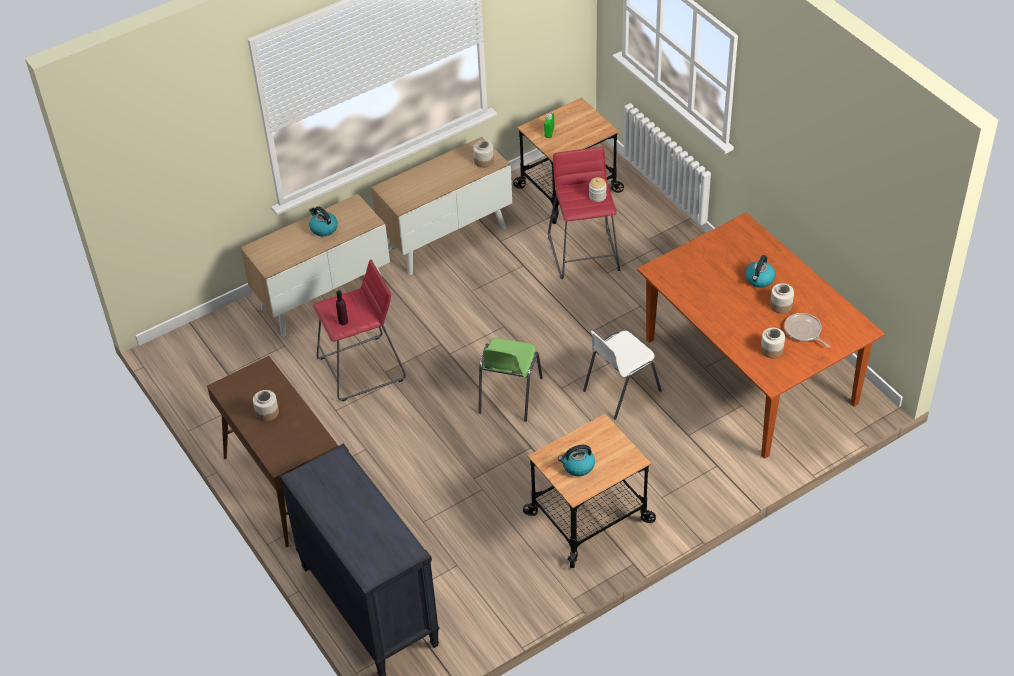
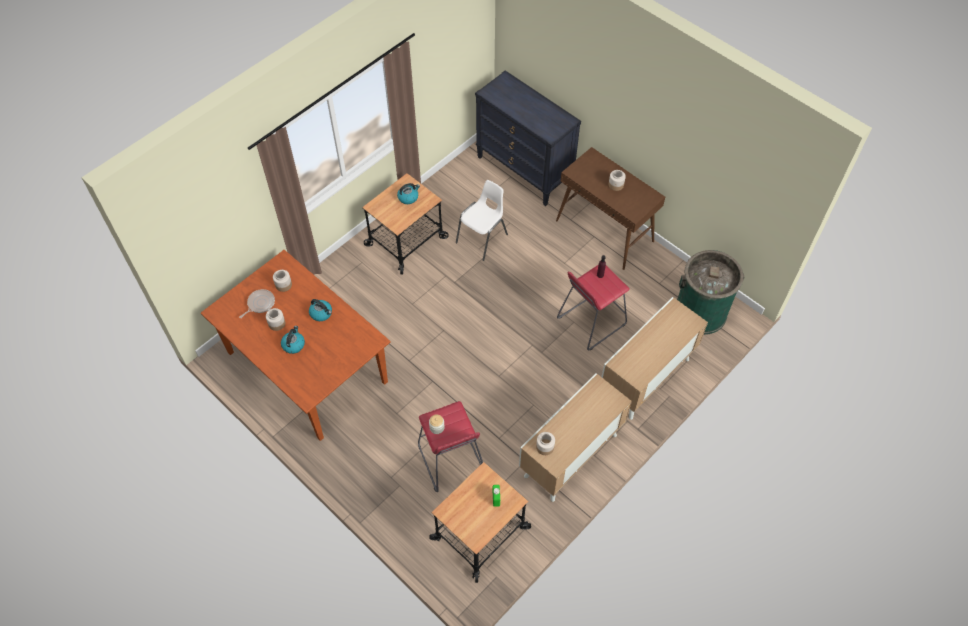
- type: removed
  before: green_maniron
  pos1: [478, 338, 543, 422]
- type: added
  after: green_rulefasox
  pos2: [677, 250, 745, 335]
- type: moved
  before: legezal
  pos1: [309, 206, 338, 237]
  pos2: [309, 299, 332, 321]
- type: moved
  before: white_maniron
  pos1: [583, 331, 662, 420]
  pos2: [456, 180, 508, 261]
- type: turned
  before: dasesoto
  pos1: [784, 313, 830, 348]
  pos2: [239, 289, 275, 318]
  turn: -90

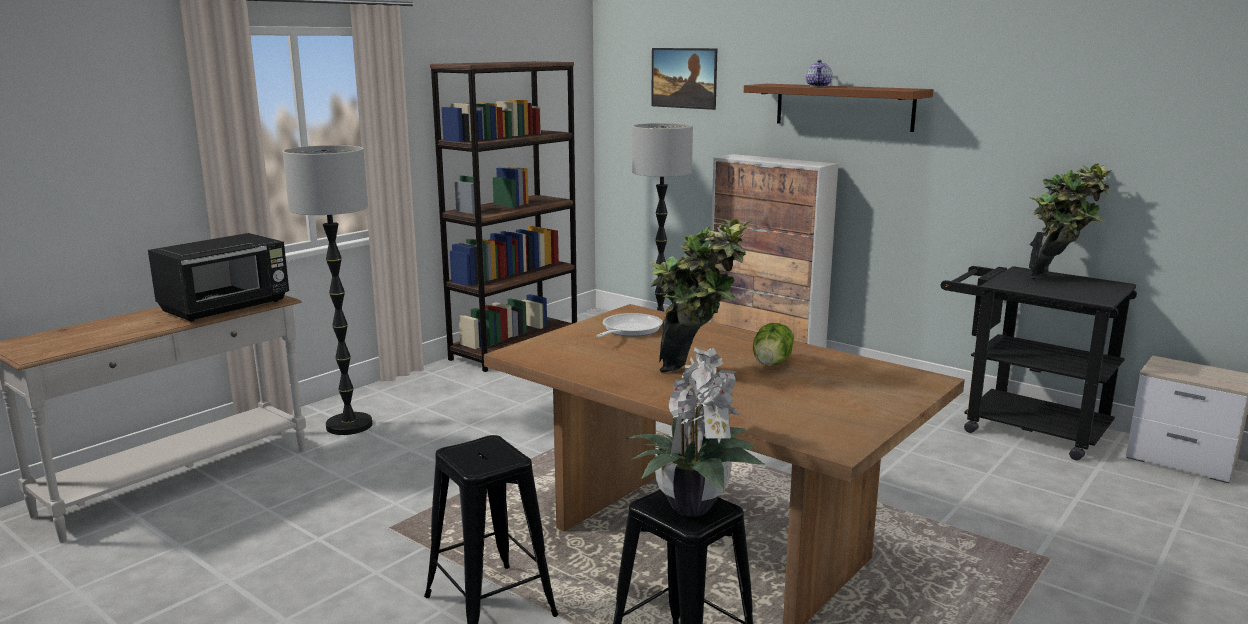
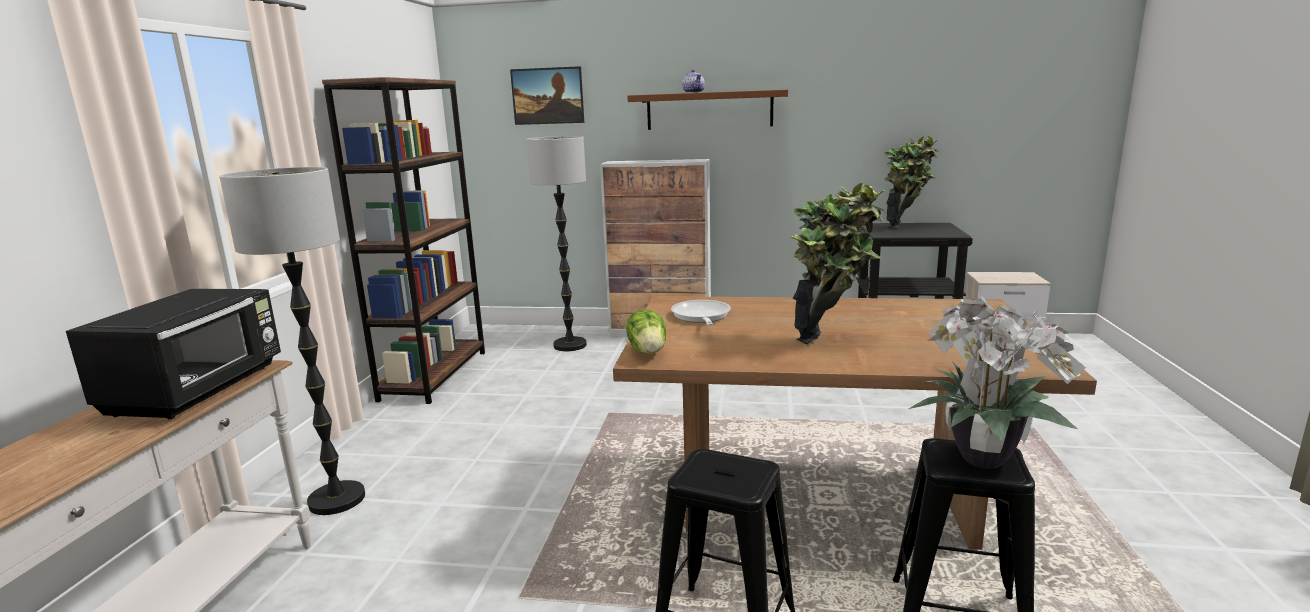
- type: moved
  before: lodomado
  pos1: [753, 323, 794, 366]
  pos2: [626, 310, 666, 354]

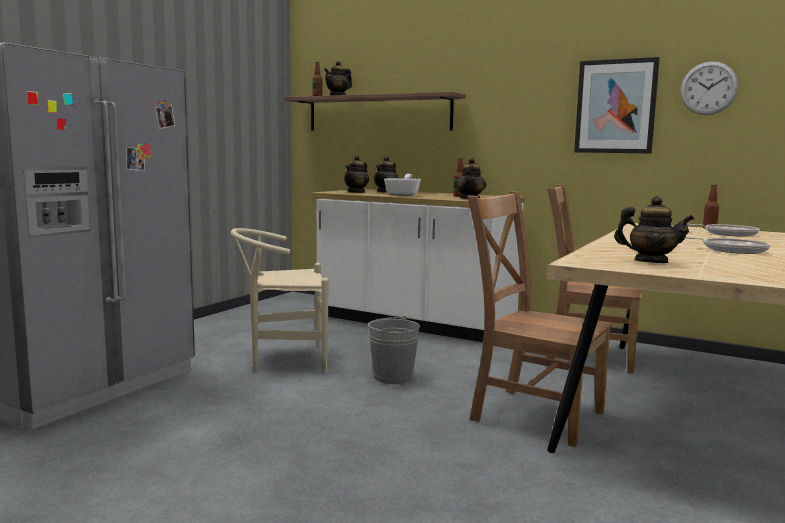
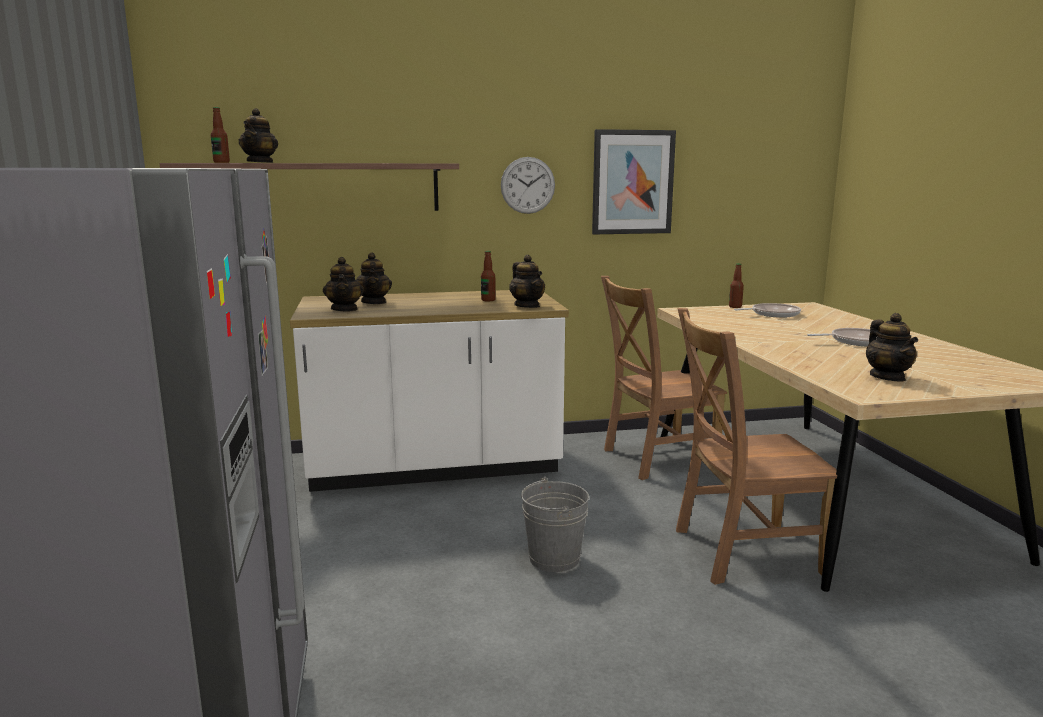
- type: removed
  before: beige_maniron
  pos1: [230, 228, 328, 373]
- type: removed
  before: dasesoto
  pos1: [384, 174, 421, 196]
- type: moved
  before: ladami
  pos1: [680, 61, 738, 115]
  pos2: [501, 157, 555, 214]
- type: turned
  before: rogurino
  pos1: [614, 196, 694, 263]
  pos2: [866, 313, 918, 381]
  turn: 105

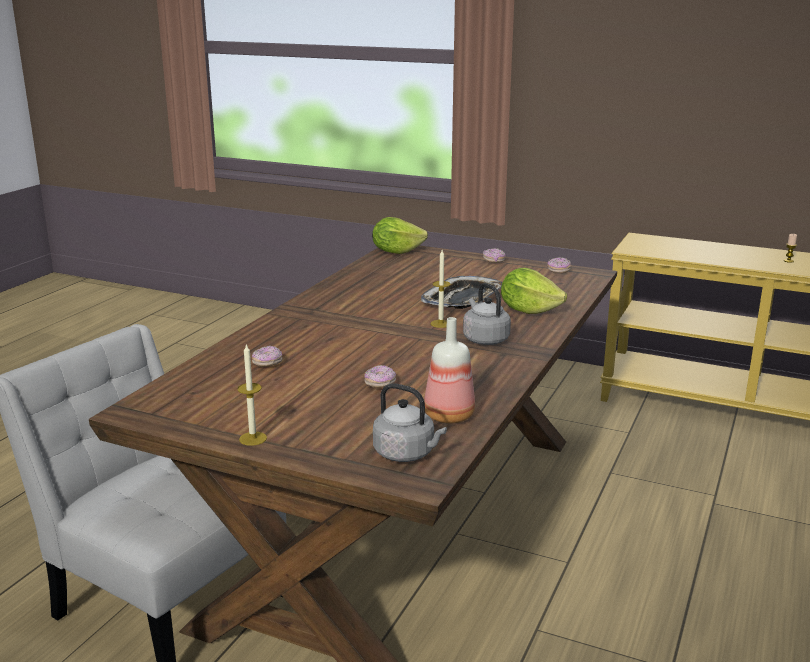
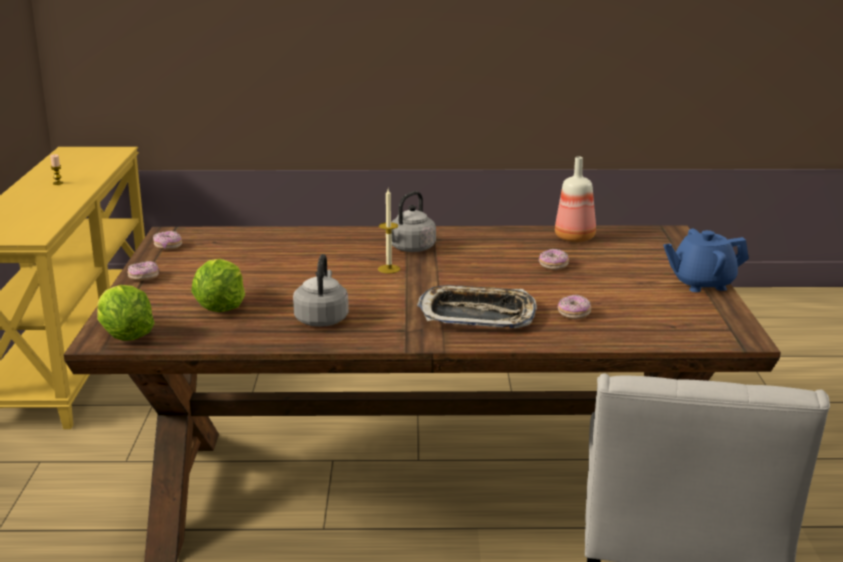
- type: moved
  before: grey_legezal
  pos1: [373, 383, 447, 462]
  pos2: [293, 254, 349, 327]
- type: moved
  before: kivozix
  pos1: [421, 276, 502, 309]
  pos2: [417, 285, 537, 328]
- type: moved
  before: lodomado
  pos1: [501, 268, 567, 314]
  pos2: [191, 259, 245, 312]
- type: replaced
  before: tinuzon
  after: blue_rogurino
  pos1: [237, 343, 267, 446]
  pos2: [663, 229, 749, 292]

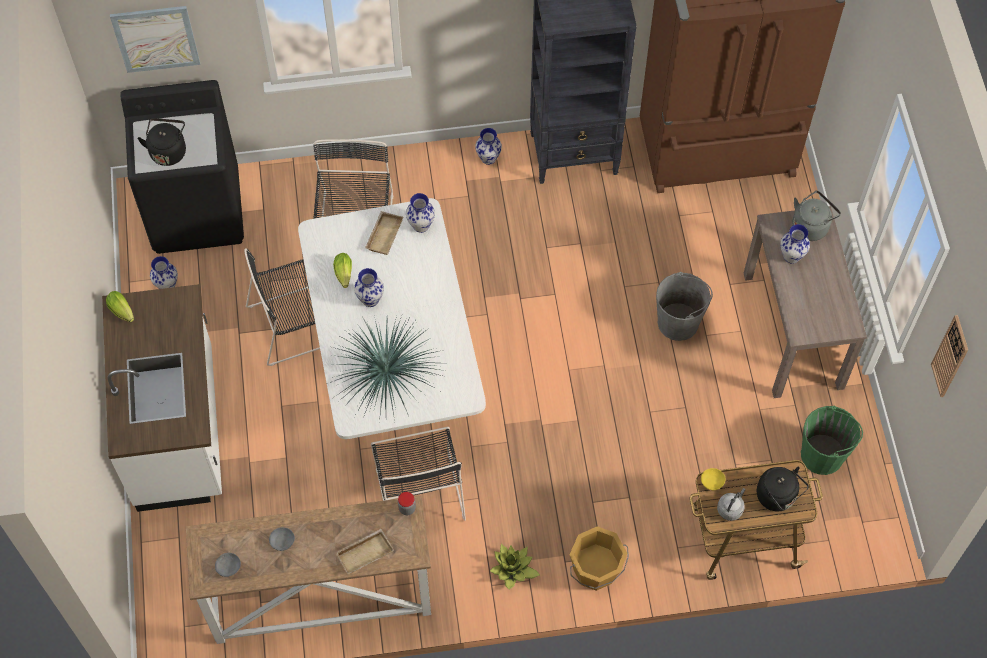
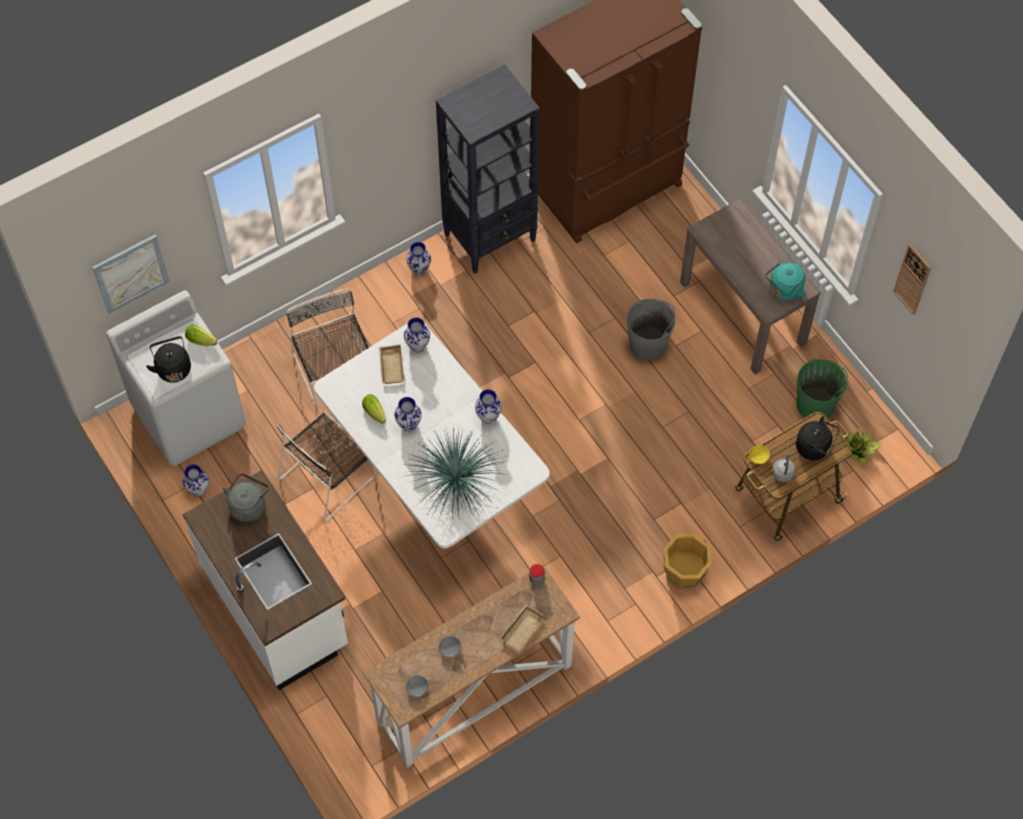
- type: removed
  before: black_maniron
  pos1: [371, 427, 466, 521]
- type: added
  after: turquoise_legezal
  pos2: [765, 262, 807, 300]
- type: moved
  before: lodomado
  pos1: [106, 291, 134, 322]
  pos2: [185, 325, 218, 346]
- type: moved
  before: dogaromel
  pos1: [490, 544, 540, 590]
  pos2: [840, 427, 884, 464]
- type: moved
  before: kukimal
  pos1: [780, 224, 810, 263]
  pos2: [475, 389, 502, 424]
- type: moved
  before: grey_legezal
  pos1: [792, 191, 841, 241]
  pos2: [222, 473, 269, 522]
- type: recoloured
  before: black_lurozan
  after: white_lurozan
  pos1: [120, 80, 244, 254]
  pos2: [106, 291, 246, 466]

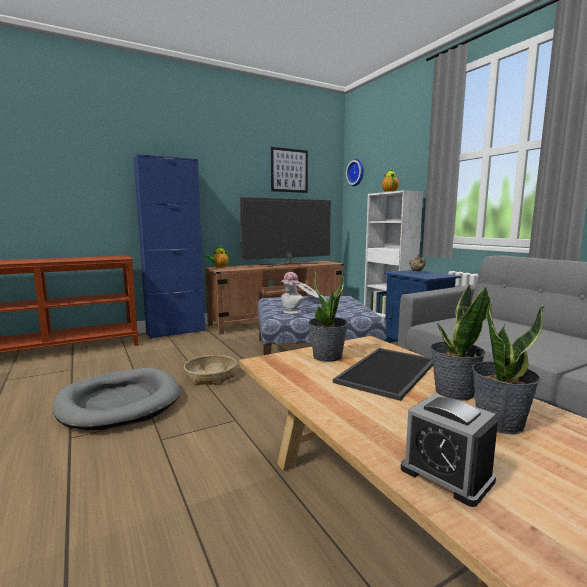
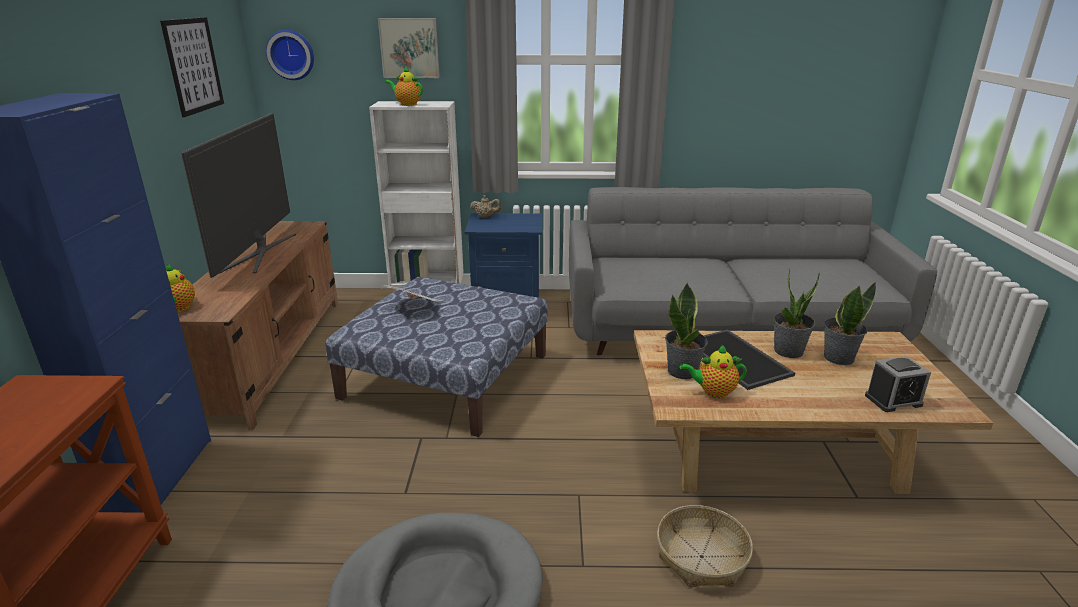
- type: removed
  before: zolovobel
  pos1: [281, 272, 304, 314]
- type: added
  after: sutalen
  pos2: [378, 18, 440, 78]
- type: added
  after: rogurino
  pos2: [680, 344, 747, 398]
- type: moved
  before: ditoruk
  pos1: [184, 355, 236, 386]
  pos2: [657, 505, 753, 587]

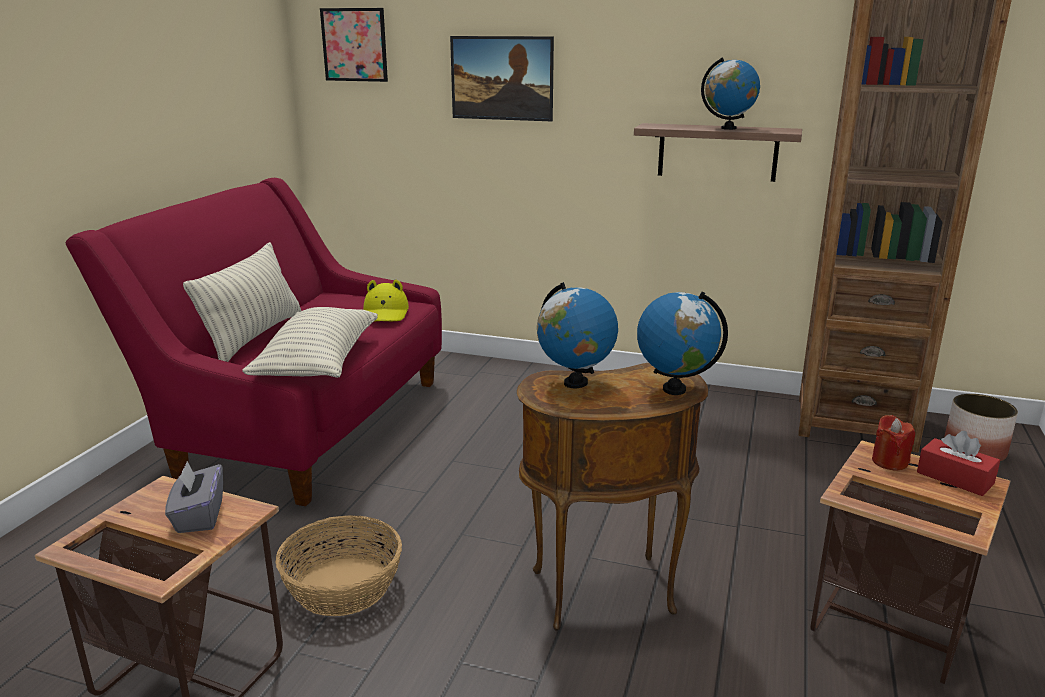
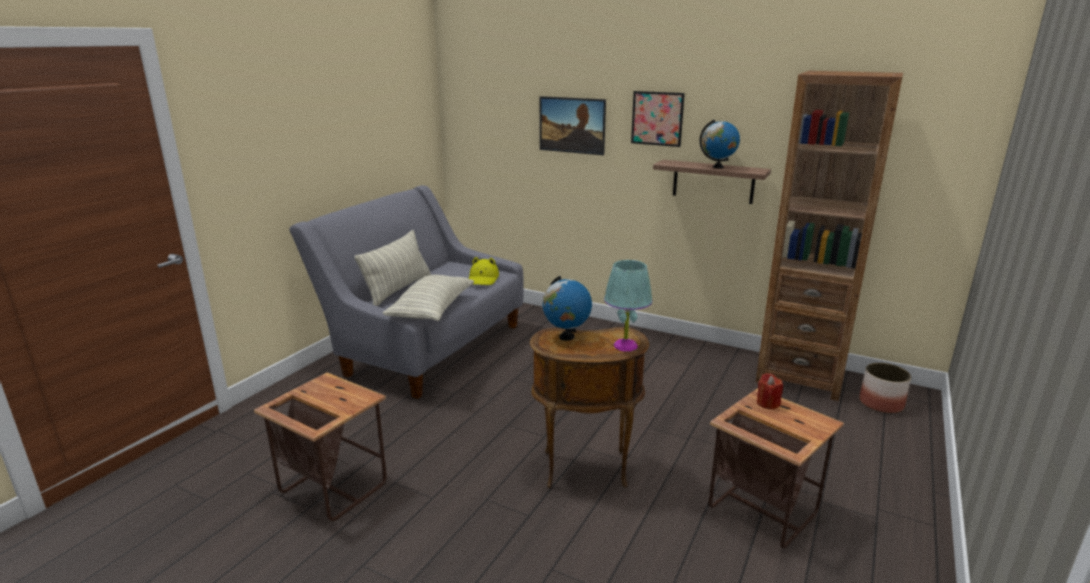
- type: removed
  before: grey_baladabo
  pos1: [165, 461, 223, 533]
- type: removed
  before: ditoruk
  pos1: [276, 515, 402, 616]
- type: removed
  before: red_baladabo
  pos1: [917, 431, 1000, 496]
- type: moved
  before: sutalen
  pos1: [320, 8, 388, 82]
  pos2: [631, 91, 685, 147]
- type: replaced
  before: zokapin
  after: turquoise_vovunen
  pos1: [637, 292, 728, 395]
  pos2: [604, 260, 652, 352]
- type: recoloured
  before: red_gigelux
  after: grey_gigelux
  pos1: [65, 178, 442, 506]
  pos2: [289, 185, 524, 399]

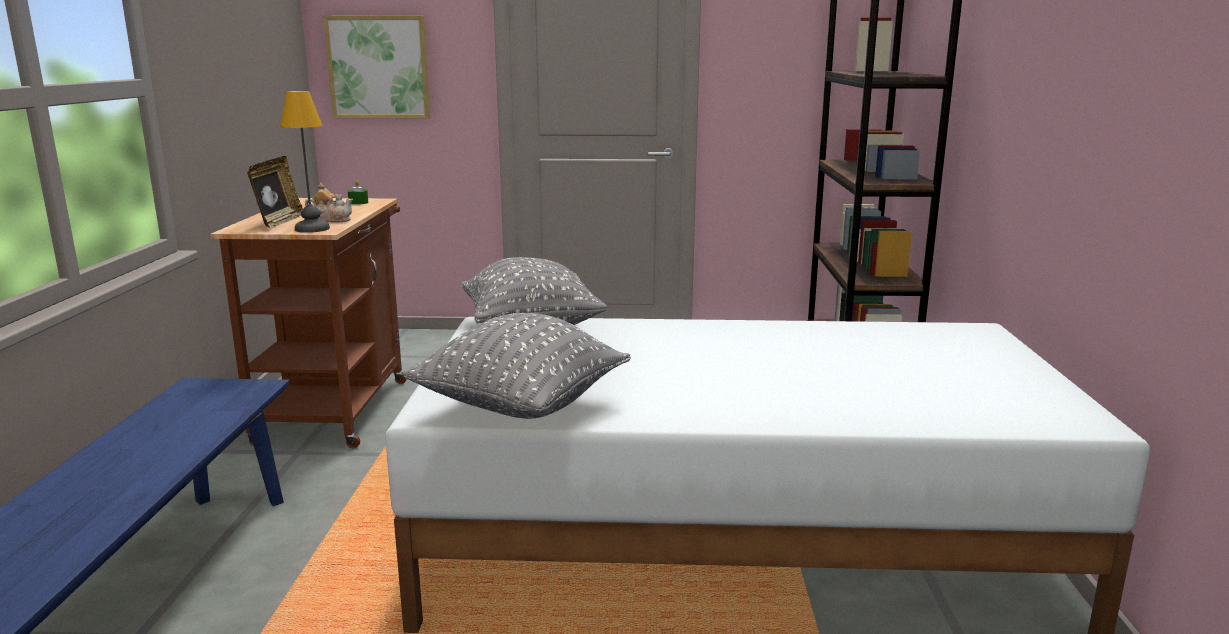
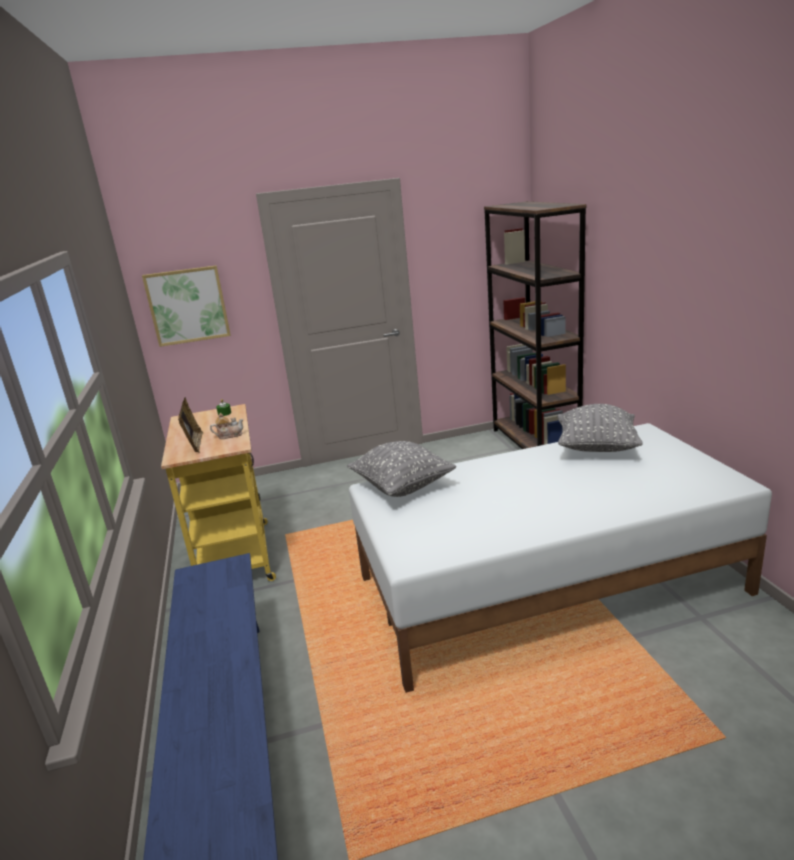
- type: removed
  before: vovunen
  pos1: [280, 91, 330, 233]
- type: moved
  before: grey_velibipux
  pos1: [402, 313, 631, 419]
  pos2: [557, 404, 643, 452]
- type: recoloured
  before: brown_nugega
  after: yellow_nugega
  pos1: [211, 198, 407, 448]
  pos2: [161, 404, 276, 581]

